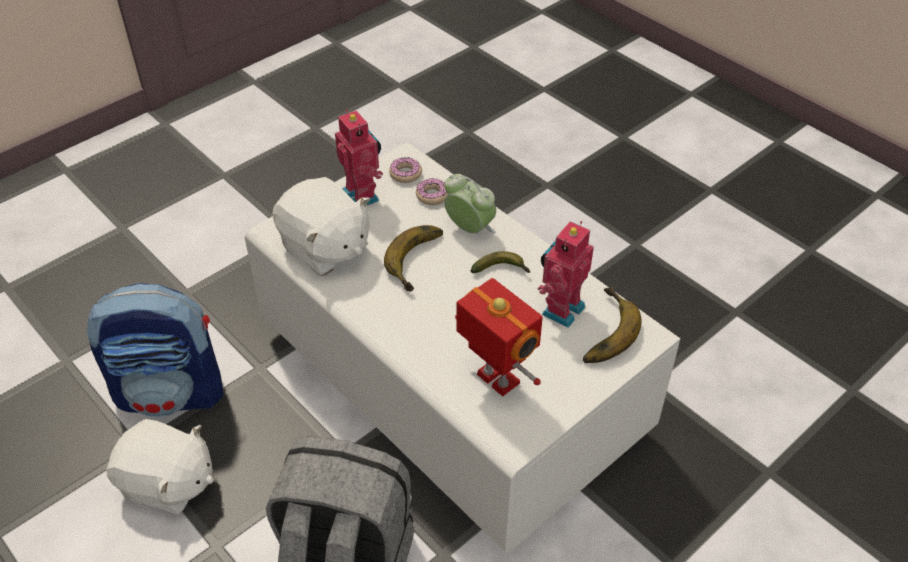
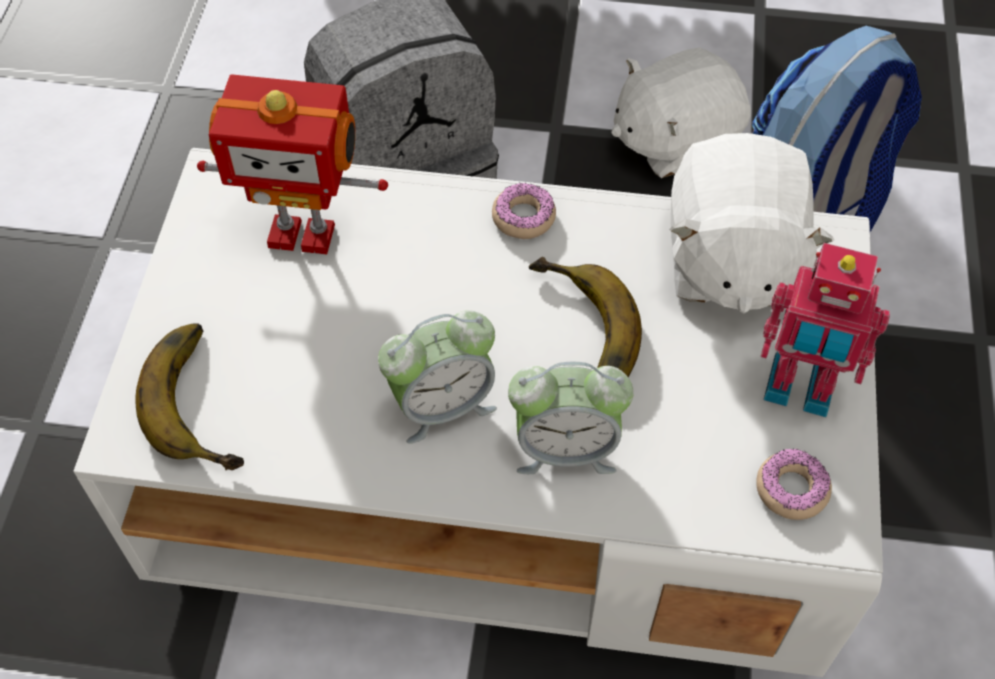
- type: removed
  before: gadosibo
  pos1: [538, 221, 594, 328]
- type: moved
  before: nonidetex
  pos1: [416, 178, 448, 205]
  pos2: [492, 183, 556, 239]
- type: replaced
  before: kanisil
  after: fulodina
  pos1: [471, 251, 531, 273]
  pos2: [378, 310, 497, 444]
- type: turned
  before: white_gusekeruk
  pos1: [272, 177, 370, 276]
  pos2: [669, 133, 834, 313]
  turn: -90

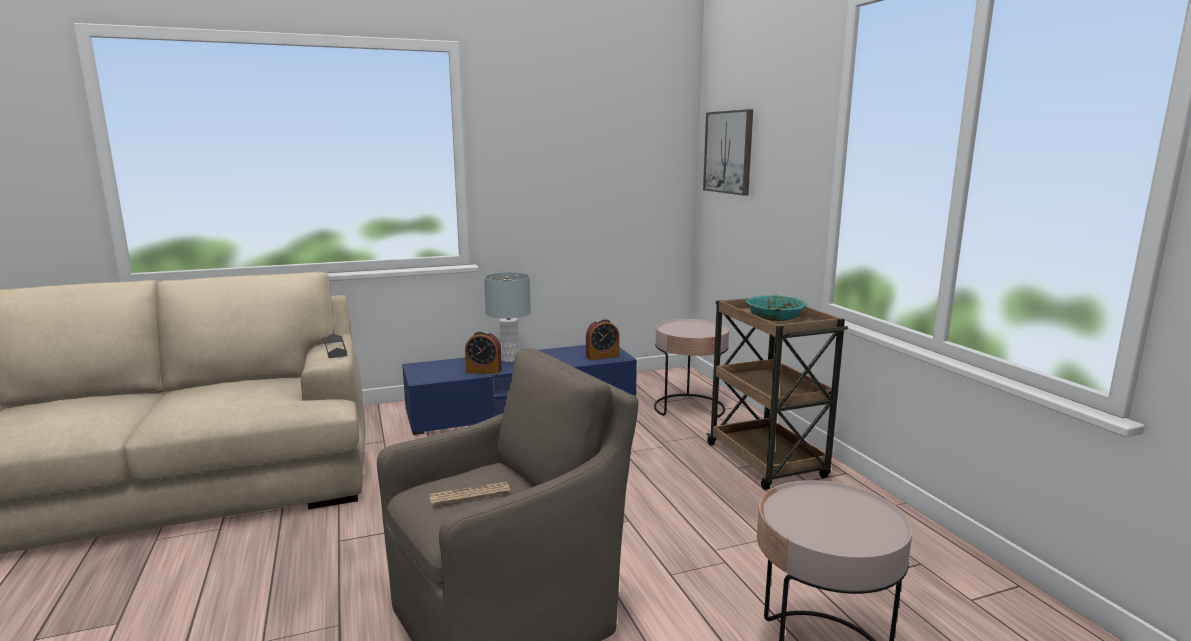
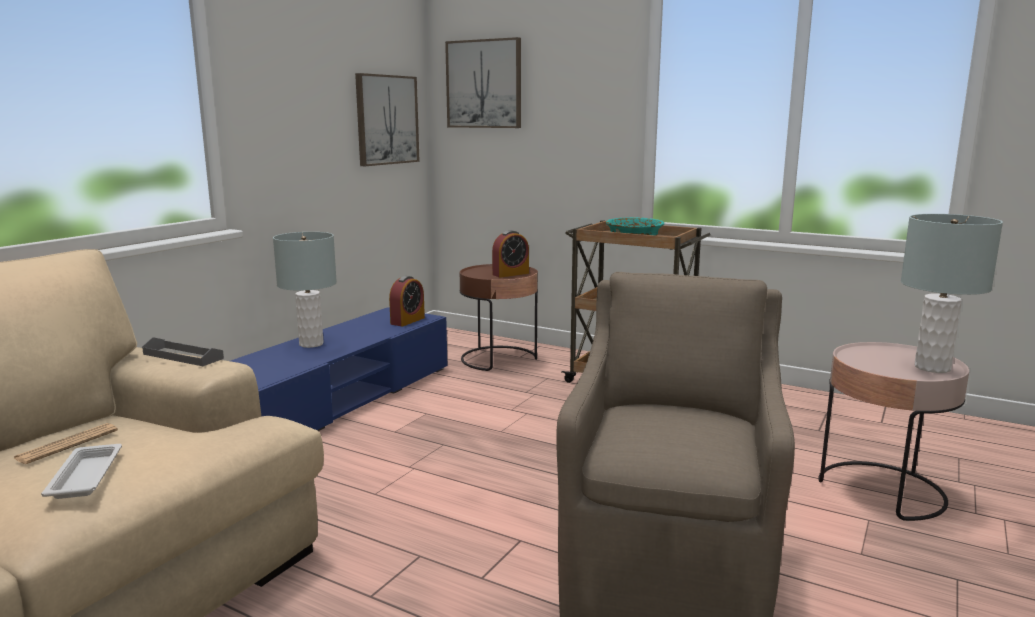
- type: added
  after: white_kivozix
  pos2: [41, 444, 122, 499]
- type: added
  after: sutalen
  pos2: [355, 73, 420, 166]
- type: added
  after: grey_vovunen
  pos2: [901, 214, 1003, 373]
- type: moved
  before: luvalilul
  pos1: [429, 482, 510, 505]
  pos2: [13, 423, 118, 464]
- type: moved
  before: fulodina
  pos1: [465, 330, 502, 374]
  pos2: [492, 230, 529, 278]
- type: recoloured
  before: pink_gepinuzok
  after: brown_gepinuzok
  pos1: [654, 319, 729, 417]
  pos2: [460, 264, 538, 371]

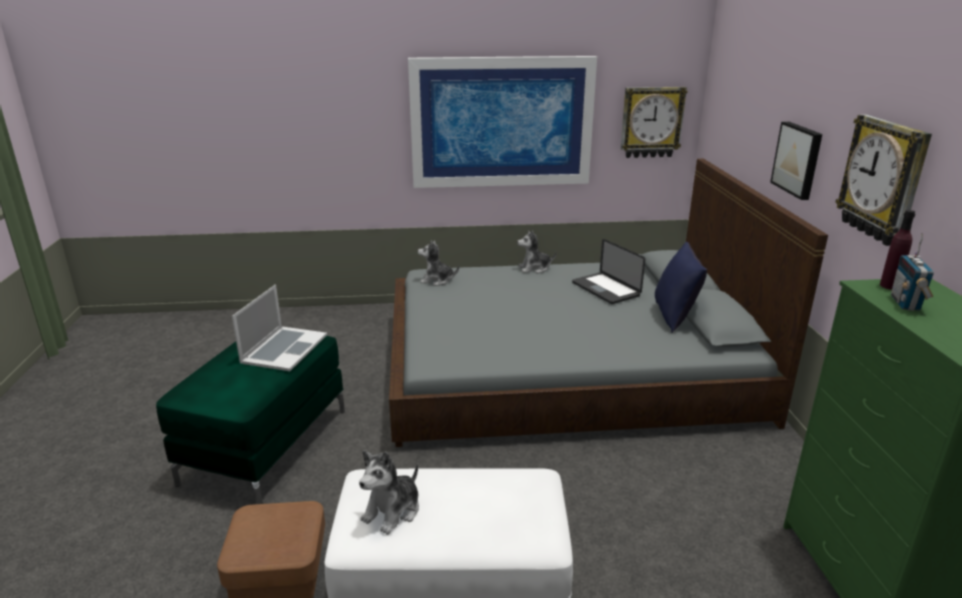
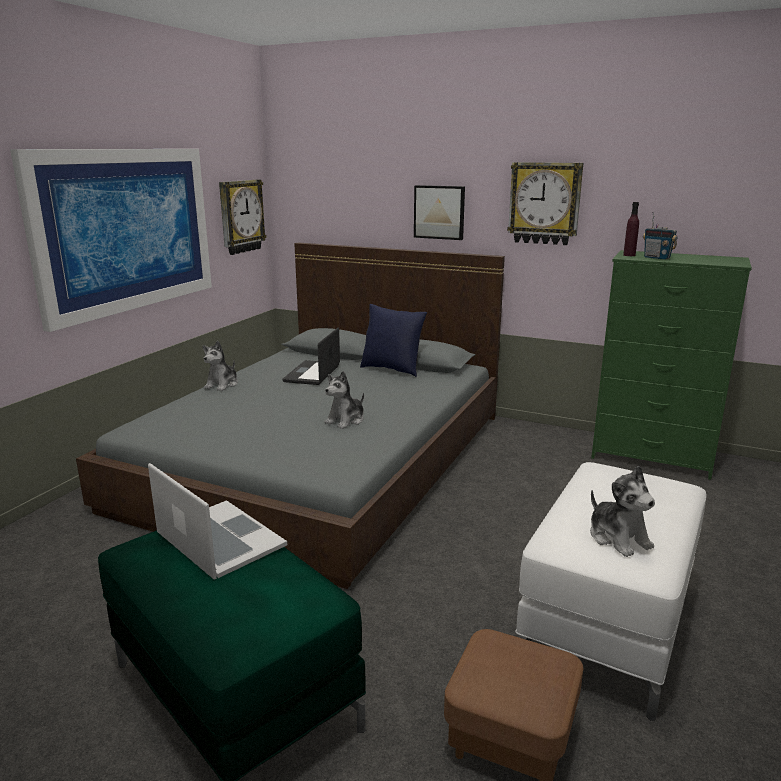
- type: moved
  before: gusekeruk
  pos1: [418, 240, 459, 286]
  pos2: [325, 371, 364, 429]
- type: turned
  before: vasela
  pos1: [572, 239, 645, 304]
  pos2: [283, 327, 340, 385]
  turn: 105

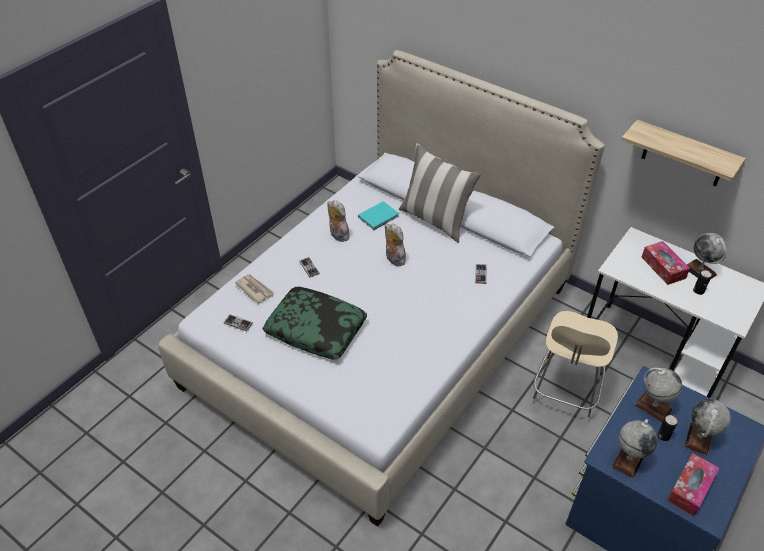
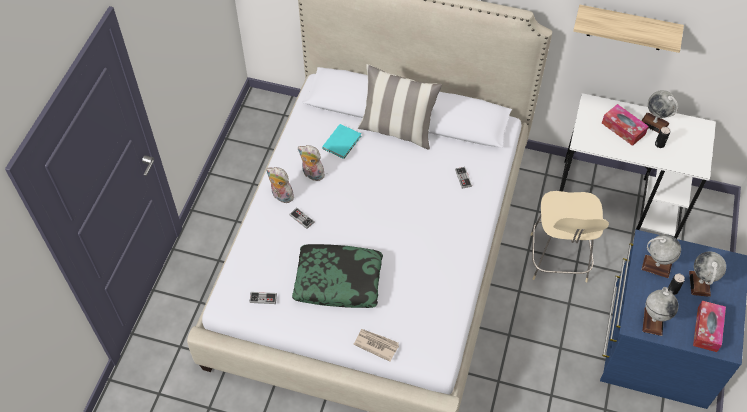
- type: moved
  before: luvalilul
  pos1: [235, 274, 274, 304]
  pos2: [353, 329, 399, 362]
- type: moved
  before: gusekeruk
  pos1: [385, 223, 406, 266]
  pos2: [266, 167, 294, 203]

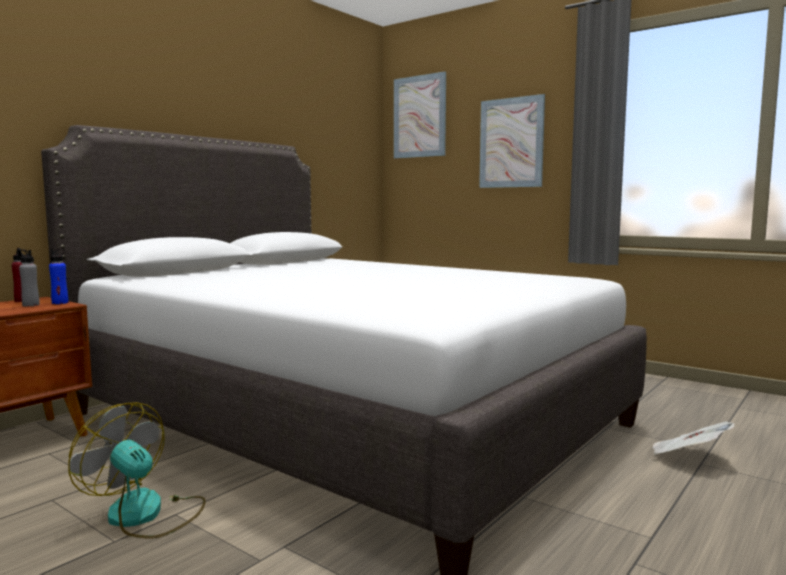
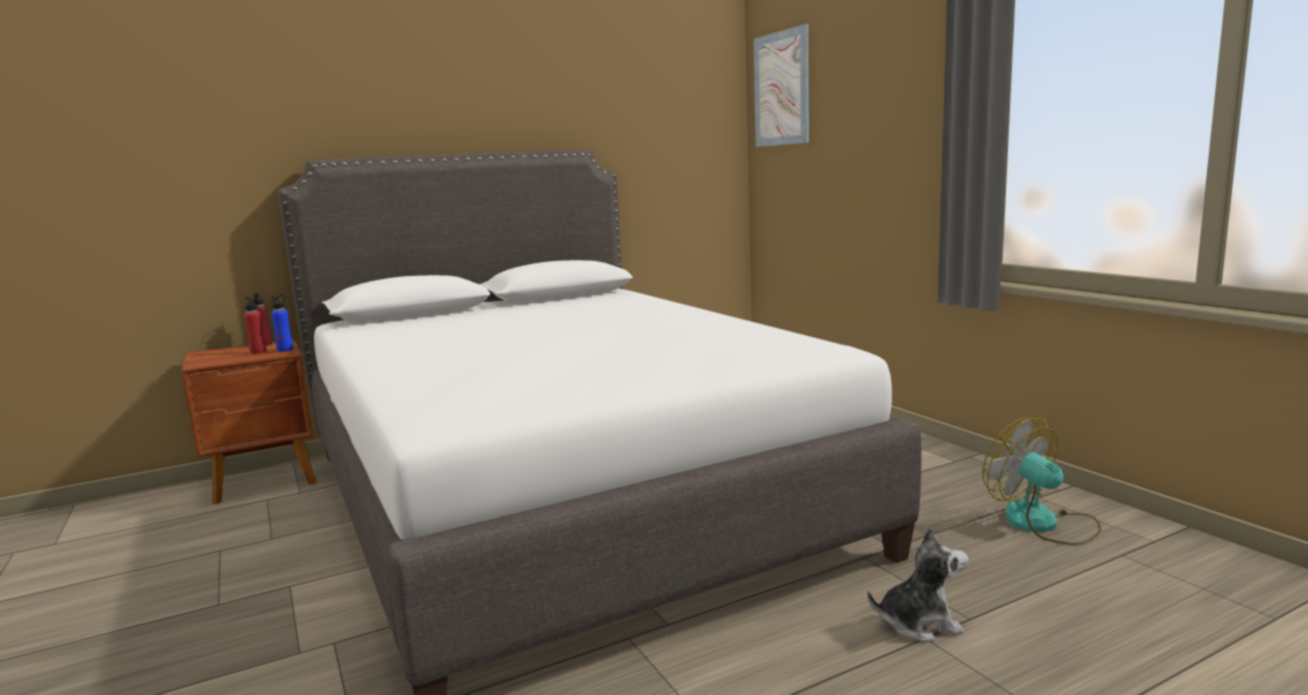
- type: removed
  before: sutalen
  pos1: [479, 94, 545, 188]
- type: moved
  before: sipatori
  pos1: [68, 402, 206, 539]
  pos2: [982, 418, 1101, 545]
- type: replaced
  before: luvalilul
  after: gusekeruk
  pos1: [653, 421, 735, 455]
  pos2: [867, 527, 969, 642]
- type: recoloured
  before: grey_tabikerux
  after: red_tabikerux
  pos1: [19, 249, 40, 307]
  pos2: [244, 297, 267, 354]

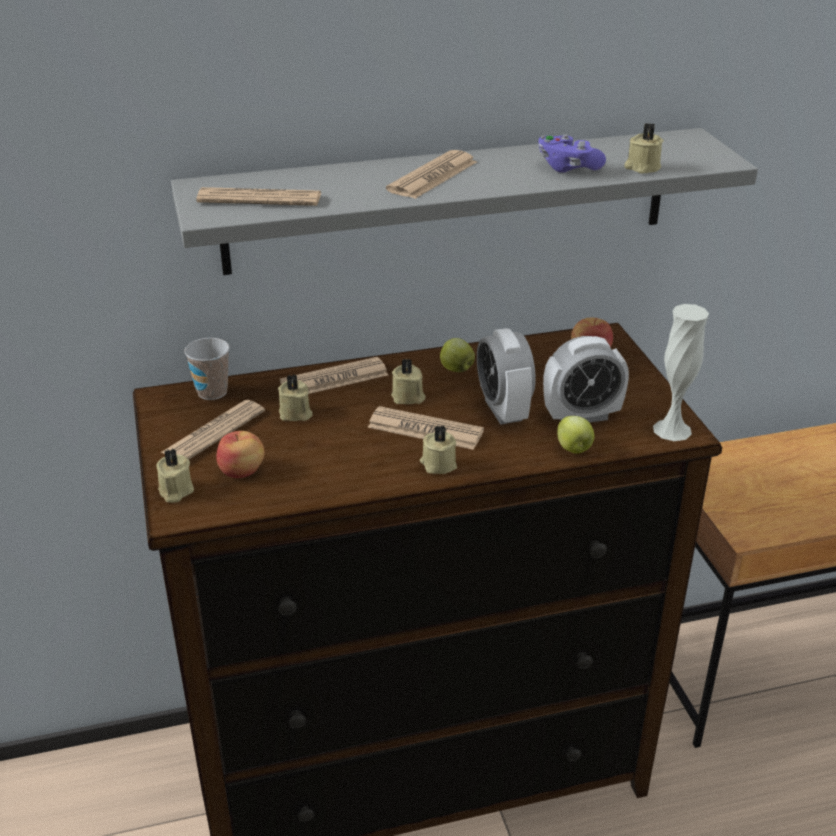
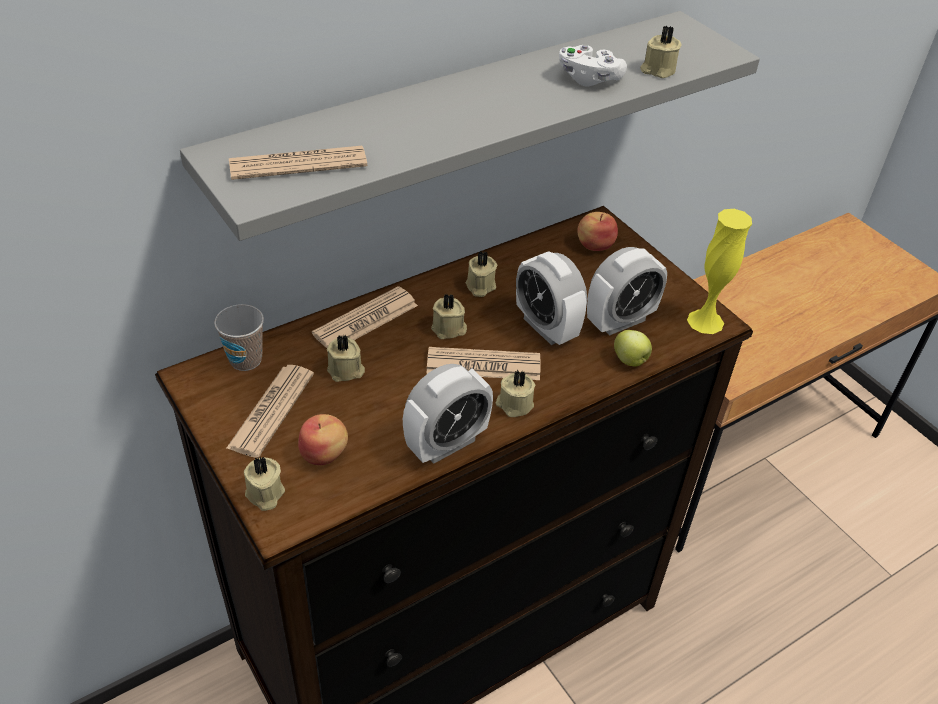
- type: removed
  before: luvalilul
  pos1: [386, 150, 477, 199]
- type: added
  after: fulodina
  pos2: [403, 364, 493, 464]
- type: replaced
  before: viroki
  after: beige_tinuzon
  pos1: [440, 338, 475, 372]
  pos2: [466, 251, 497, 297]
- type: recoloured
  before: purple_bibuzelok
  after: white_bibuzelok
  pos1: [538, 134, 606, 173]
  pos2: [559, 45, 627, 87]
- type: recoloured
  before: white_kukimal
  after: yellow_kukimal
  pos1: [653, 304, 709, 441]
  pos2: [687, 209, 752, 334]

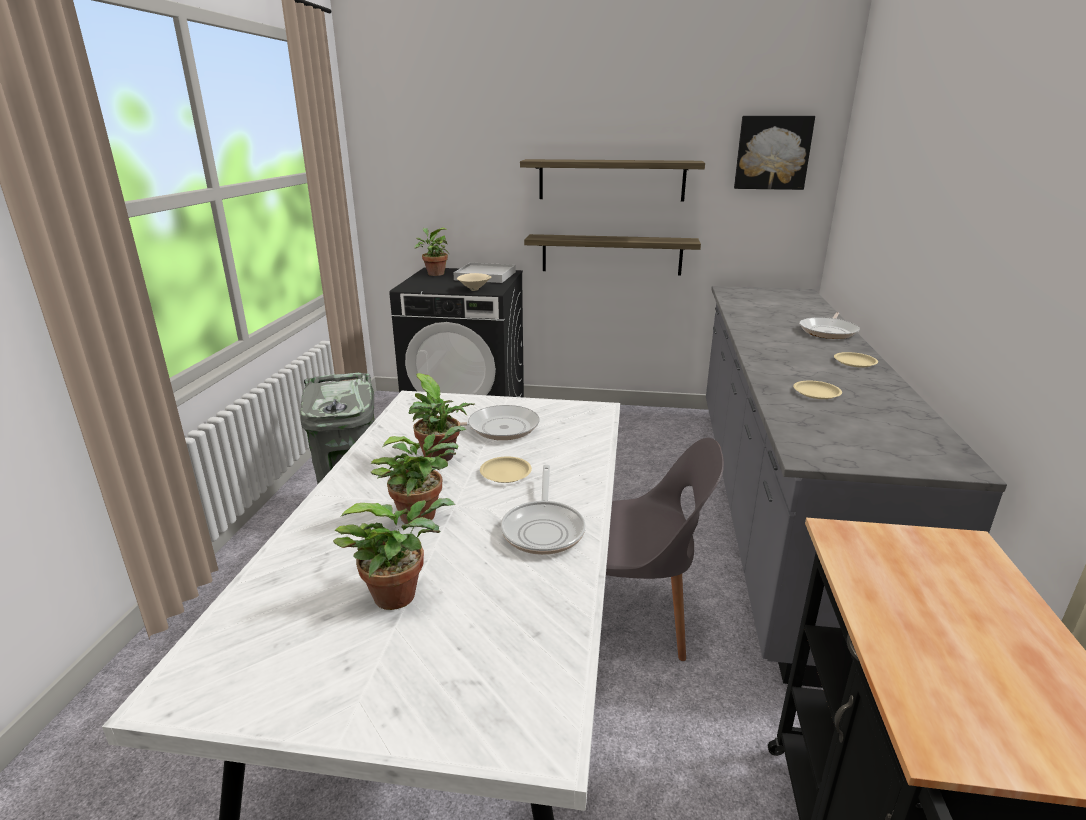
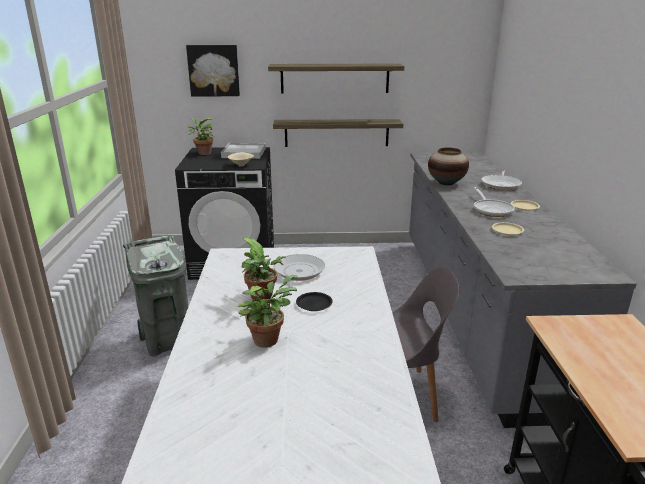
- type: removed
  before: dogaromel
  pos1: [333, 498, 455, 610]
- type: added
  after: kukimal
  pos2: [428, 148, 469, 185]
- type: moved
  before: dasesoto
  pos1: [501, 465, 586, 555]
  pos2: [474, 187, 515, 217]
- type: moved
  before: sutalen
  pos1: [734, 116, 815, 190]
  pos2: [186, 45, 240, 97]
- type: recoloured
  before: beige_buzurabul
  after: black_buzurabul
  pos1: [480, 456, 532, 483]
  pos2: [296, 292, 333, 311]

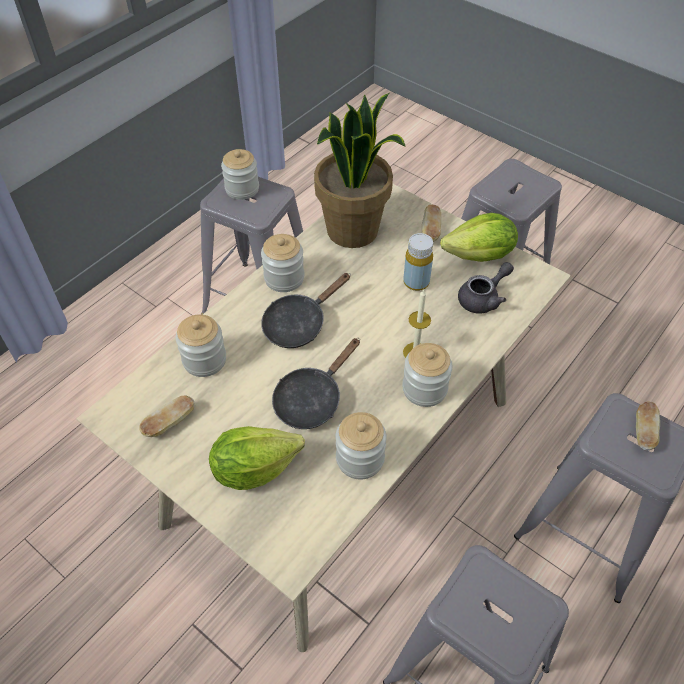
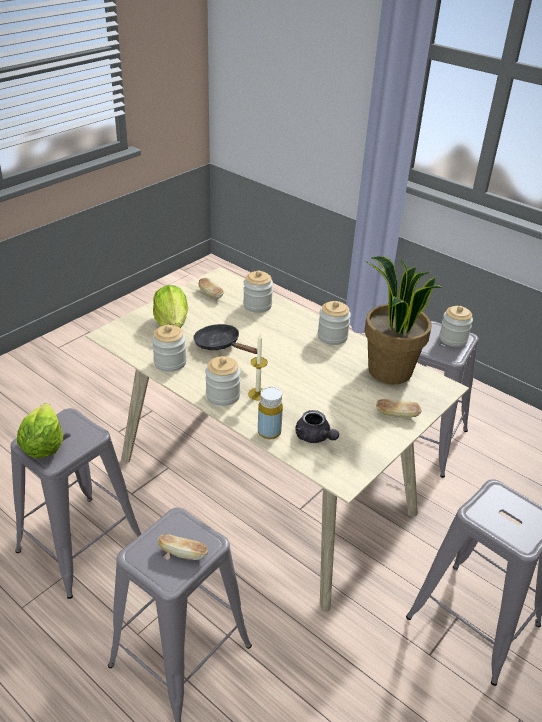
- type: removed
  before: black_dasesoto
  pos1: [261, 273, 351, 348]
- type: moved
  before: yellow_tabikerux
  pos1: [403, 233, 433, 291]
  pos2: [258, 387, 283, 439]
- type: moved
  before: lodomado
  pos1: [440, 213, 518, 262]
  pos2: [17, 403, 63, 458]

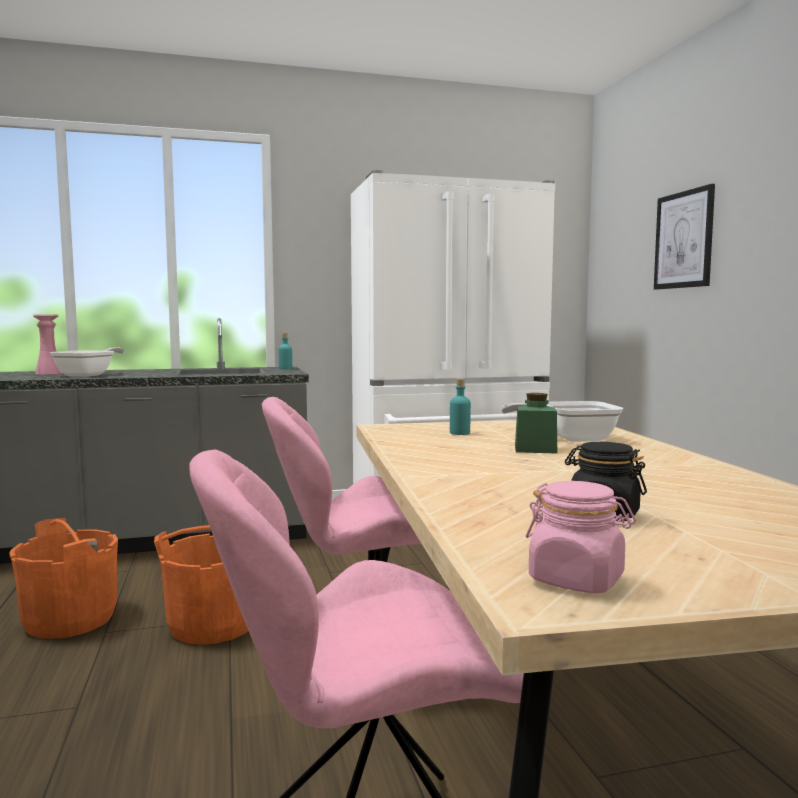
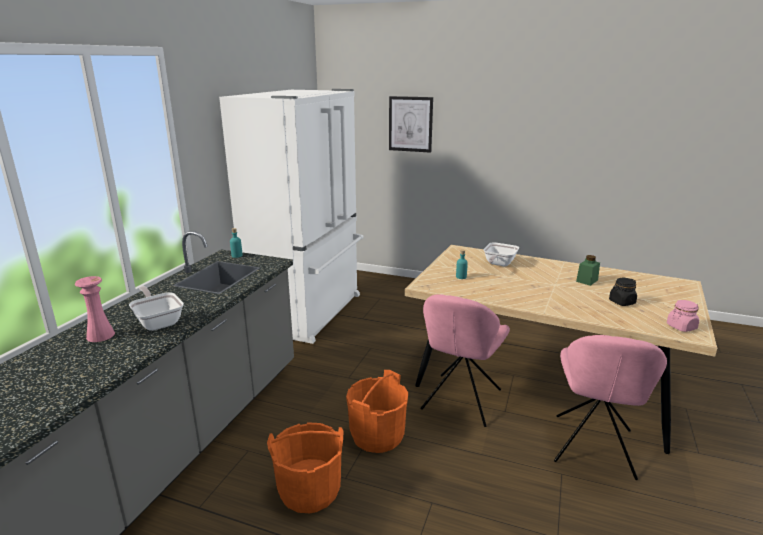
- type: moved
  before: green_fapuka
  pos1: [515, 393, 557, 454]
  pos2: [576, 255, 600, 286]

